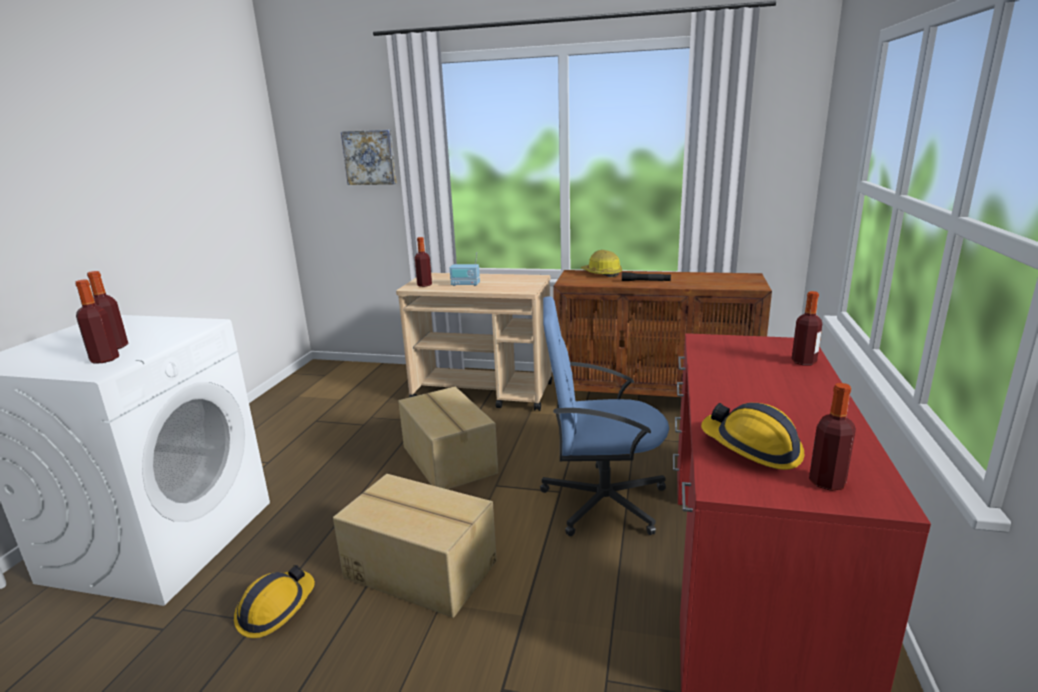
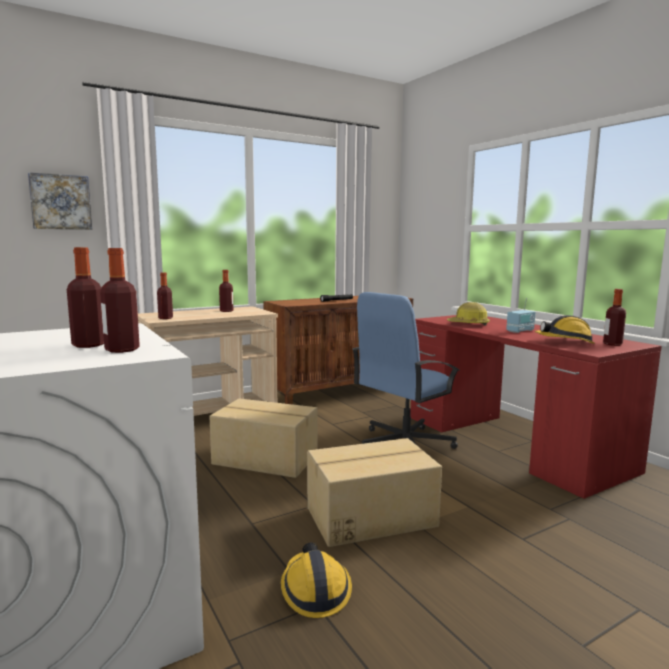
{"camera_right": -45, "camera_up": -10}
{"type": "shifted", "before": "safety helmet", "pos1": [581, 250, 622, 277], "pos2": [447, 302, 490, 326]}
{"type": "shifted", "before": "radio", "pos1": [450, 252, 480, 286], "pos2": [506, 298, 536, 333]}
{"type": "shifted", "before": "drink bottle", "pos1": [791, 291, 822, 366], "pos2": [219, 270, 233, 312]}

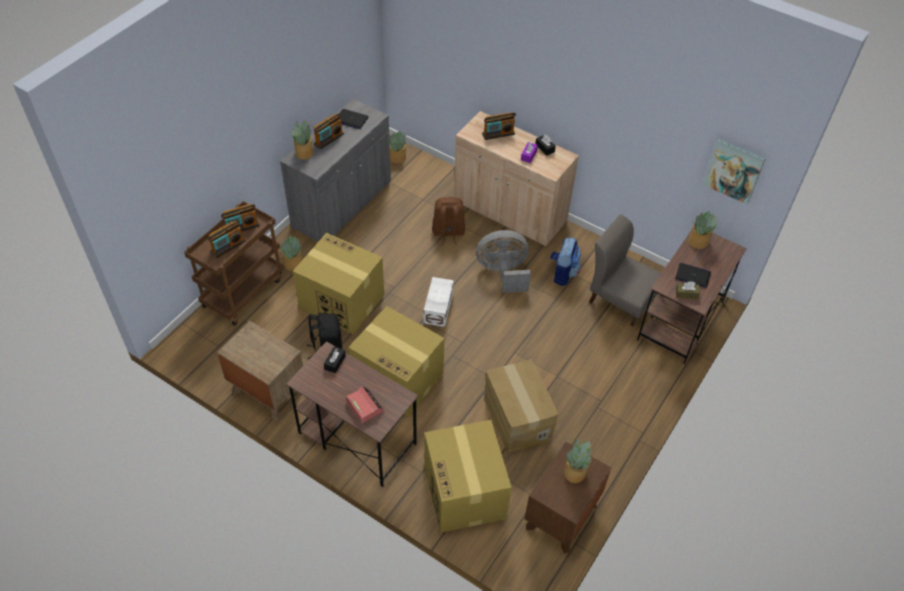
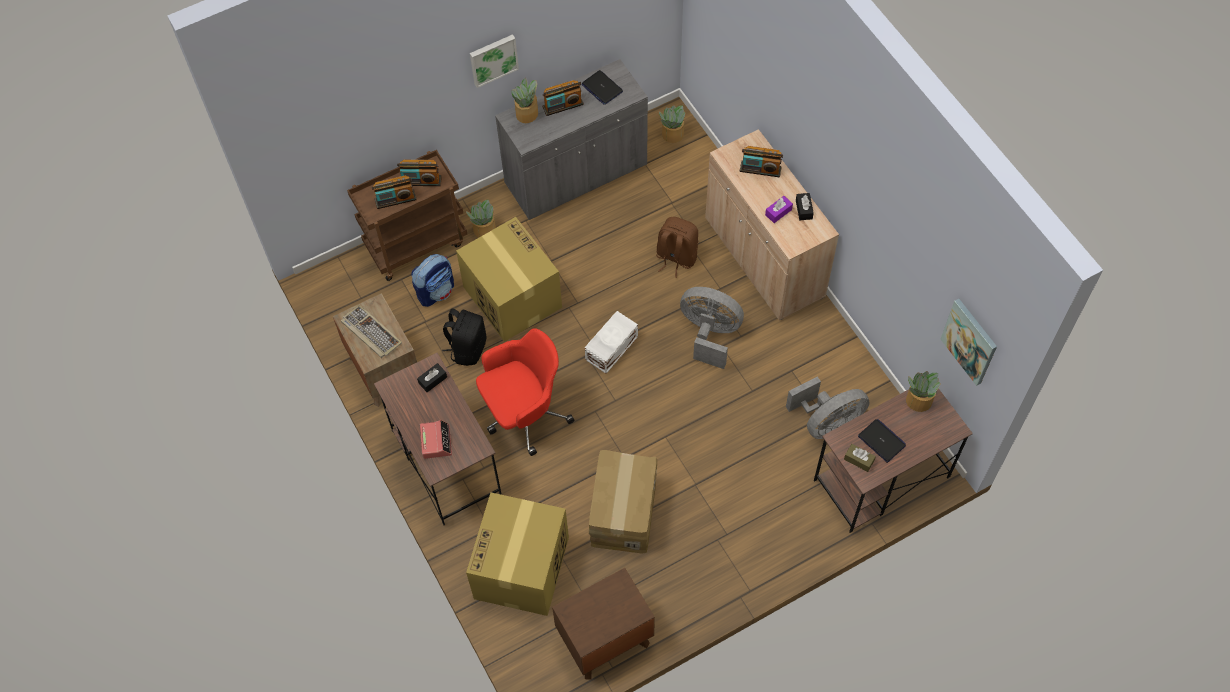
{"camera_right": 30, "camera_up": 10}
{"type": "swapped", "before": "grey plain chair", "after": "grey electric fan", "pos1": [589, 214, 661, 326], "pos2": [786, 376, 870, 439]}
{"type": "shifted", "before": "knapsack", "pos1": [550, 237, 581, 286], "pos2": [411, 254, 454, 307]}
{"type": "swapped", "before": "packing box", "after": "red-coloured desk chair", "pos1": [348, 306, 445, 416], "pos2": [476, 328, 575, 456]}
{"type": "gone", "before": "houseplant", "pos1": [564, 439, 591, 483]}
{"type": "new", "after": "picture", "pos2": [470, 34, 519, 88]}
{"type": "new", "after": "PC keyboard", "pos2": [341, 304, 402, 358]}

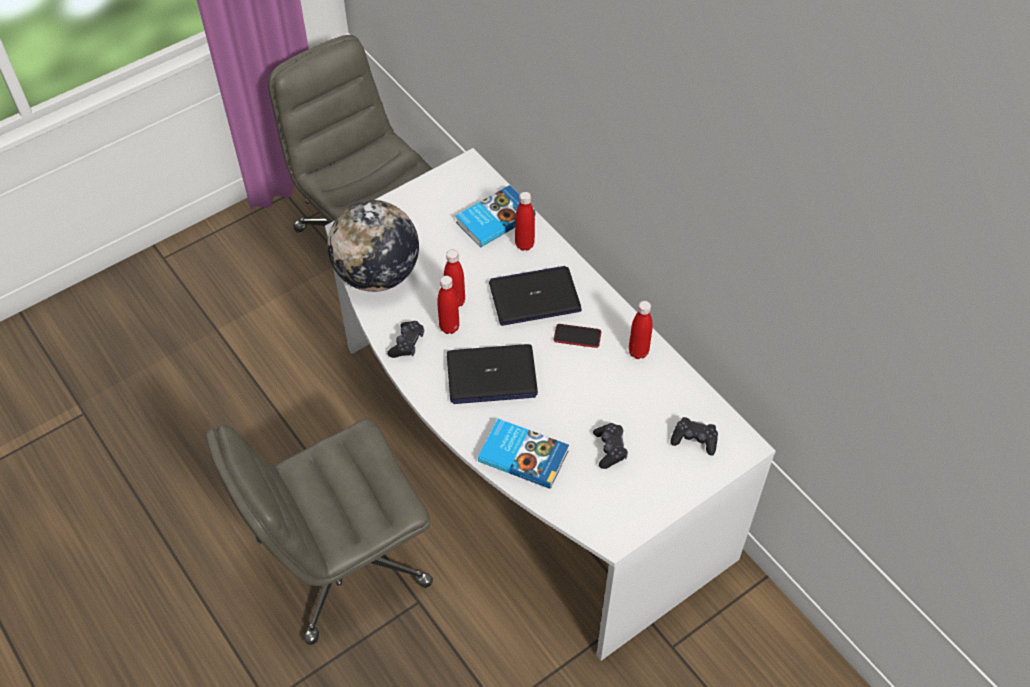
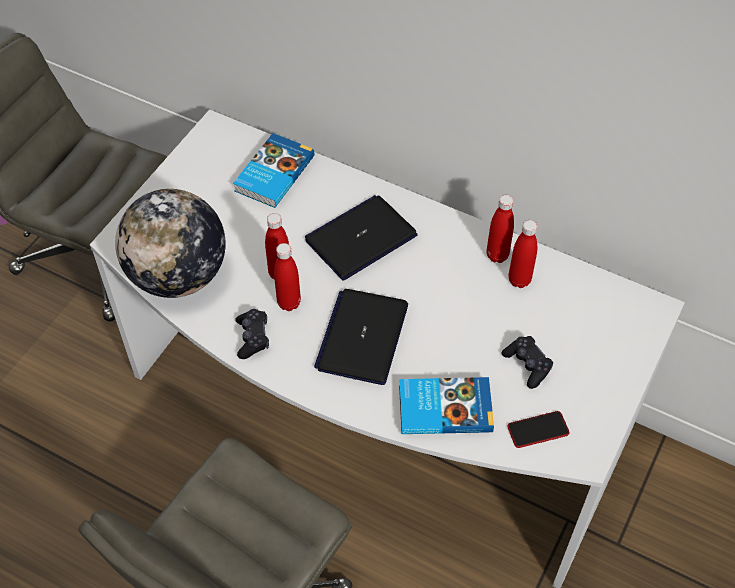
{"camera_right": -25, "camera_up": 0}
{"type": "shifted", "before": "red-coloured drink bottle", "pos1": [515, 192, 535, 251], "pos2": [508, 220, 537, 288]}
{"type": "shifted", "before": "handset", "pos1": [554, 324, 601, 348], "pos2": [507, 411, 569, 448]}
{"type": "rotated", "before": "portable computer", "pos1": [447, 344, 538, 404], "pos2": [314, 289, 408, 385], "turn": 135}
{"type": "gone", "before": "black joypad", "pos1": [671, 417, 718, 456]}

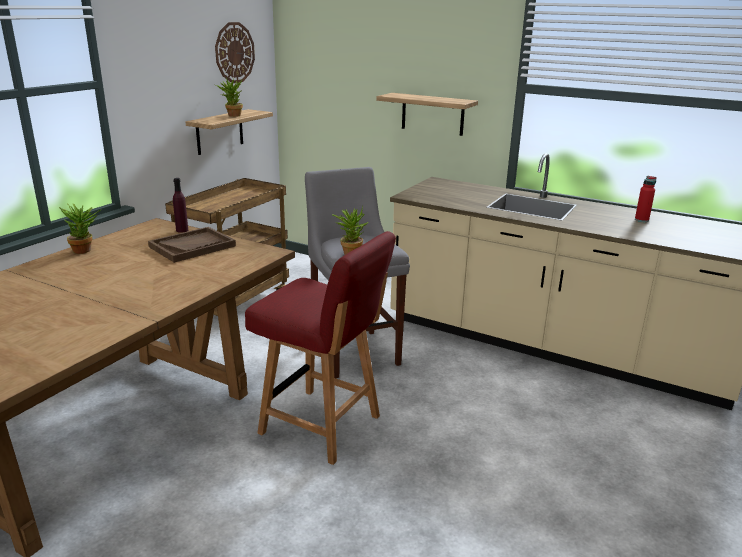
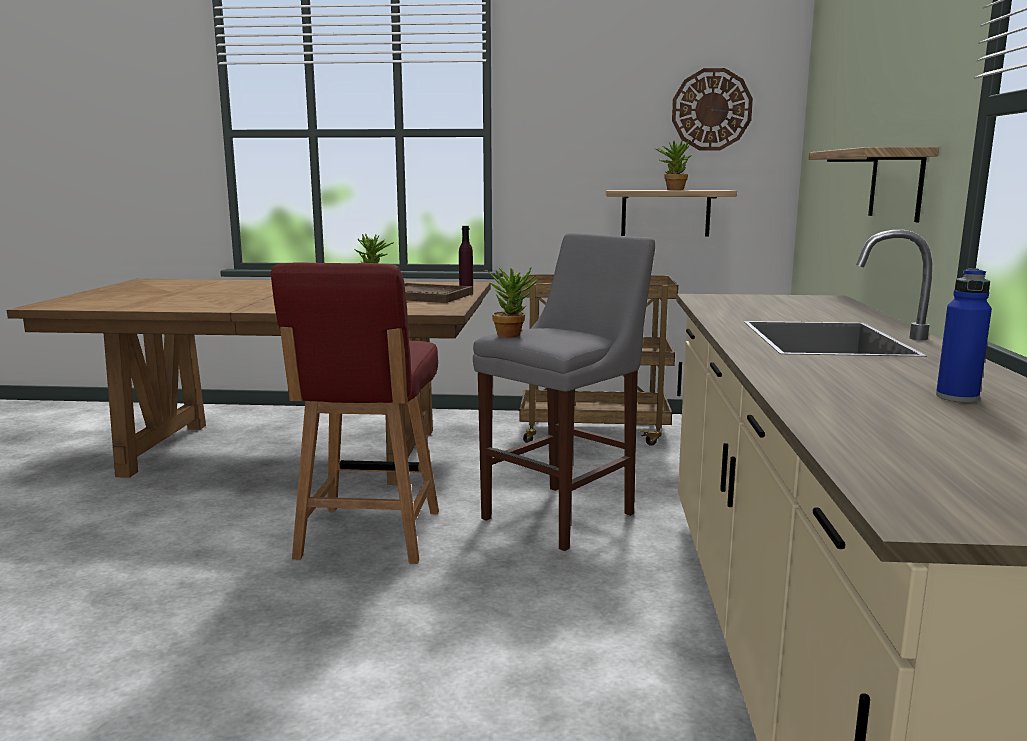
{"camera_right": 65, "camera_up": -10}
{"type": "repainted", "before": "red-coloured drink bottle", "after": "blue drink bottle", "pos1": [635, 176, 656, 222], "pos2": [936, 268, 992, 402]}

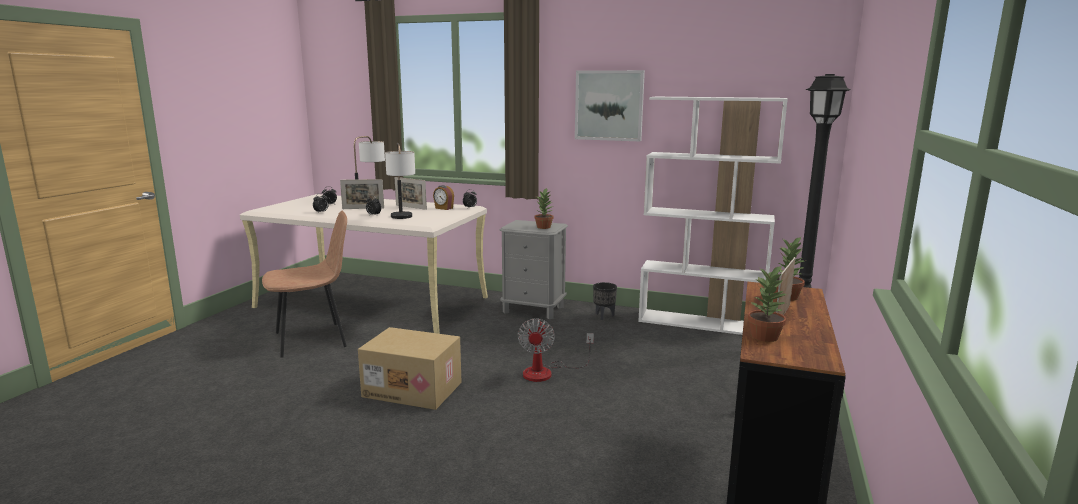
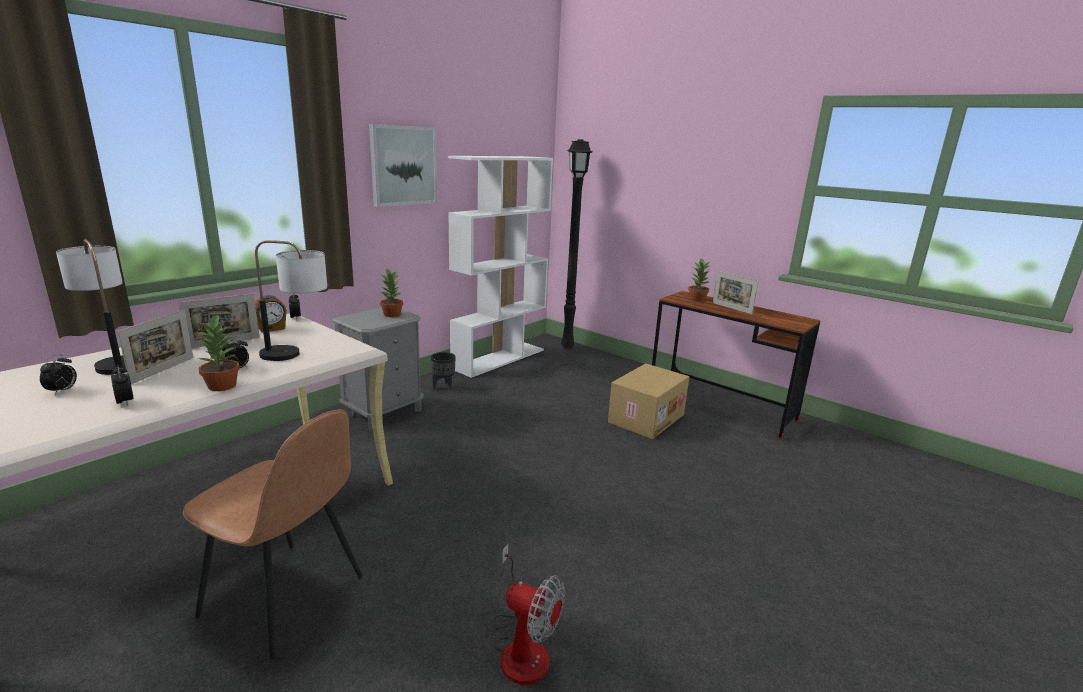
{"camera_right": -70, "camera_up": 5}
{"type": "rotated", "before": "brown plain chair", "pos1": [262, 211, 347, 358], "pos2": [183, 409, 363, 659], "turn": 120}
{"type": "shifted", "before": "houseplant", "pos1": [748, 266, 787, 342], "pos2": [195, 314, 240, 391]}
{"type": "shifted", "before": "electric fan", "pos1": [517, 318, 594, 382], "pos2": [492, 544, 565, 685]}
{"type": "shifted", "before": "packing box", "pos1": [358, 327, 461, 410], "pos2": [608, 363, 689, 439]}

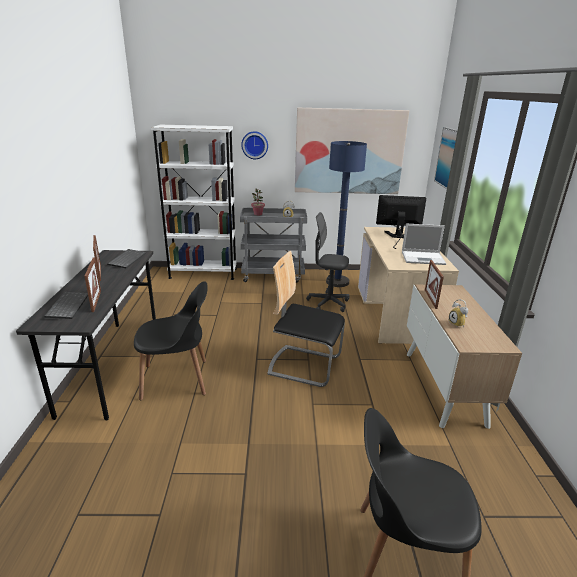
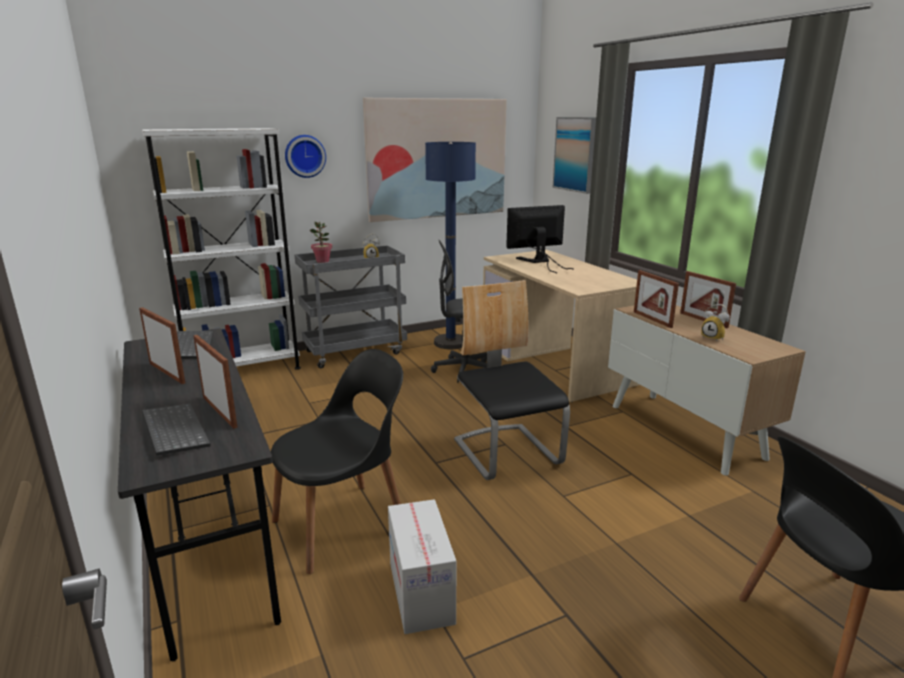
{"camera_right": -25, "camera_up": -5}
{"type": "gone", "before": "portable computer", "pos1": [402, 224, 446, 265]}
{"type": "rotated", "before": "plain chair", "pos1": [267, 251, 345, 387], "pos2": [454, 280, 570, 480], "turn": 75}
{"type": "new", "after": "standing frame", "pos2": [680, 271, 736, 328]}
{"type": "new", "after": "packing box", "pos2": [388, 499, 456, 634]}

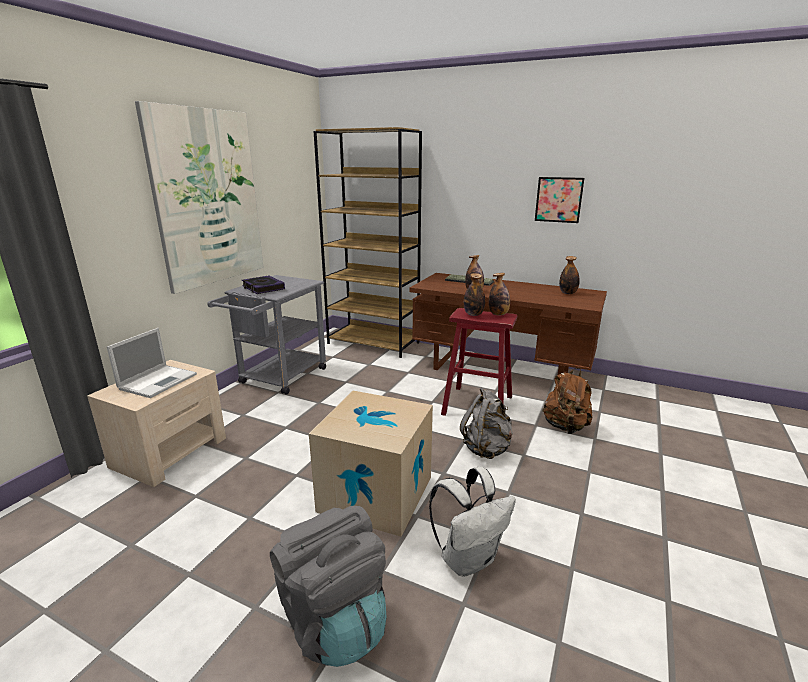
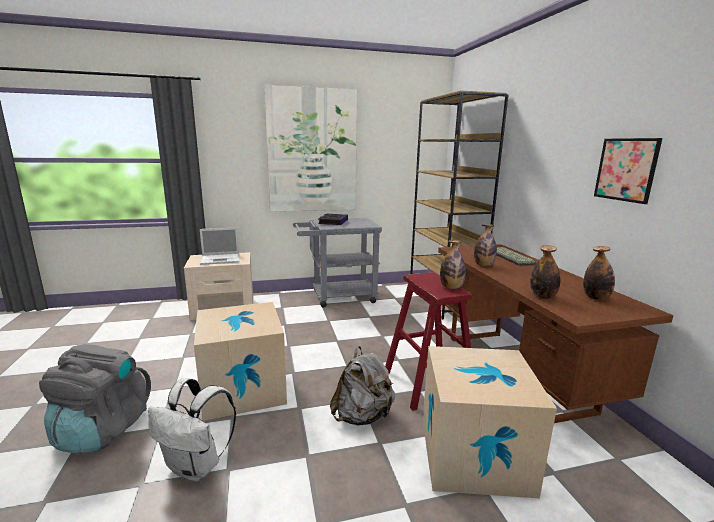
{"camera_right": 50, "camera_up": -5}
{"type": "shifted", "before": "drink bottle", "pos1": [464, 273, 485, 316], "pos2": [530, 245, 560, 299]}
{"type": "swapped", "before": "brown knapsack", "after": "packing box", "pos1": [543, 368, 592, 434], "pos2": [423, 346, 557, 499]}

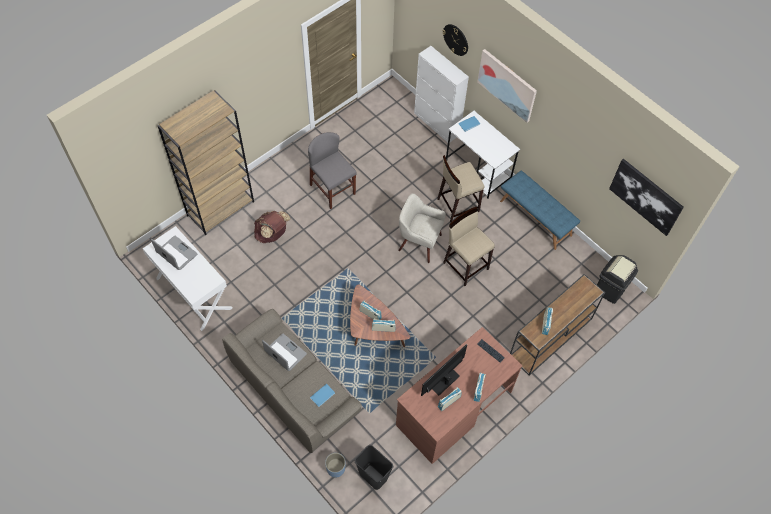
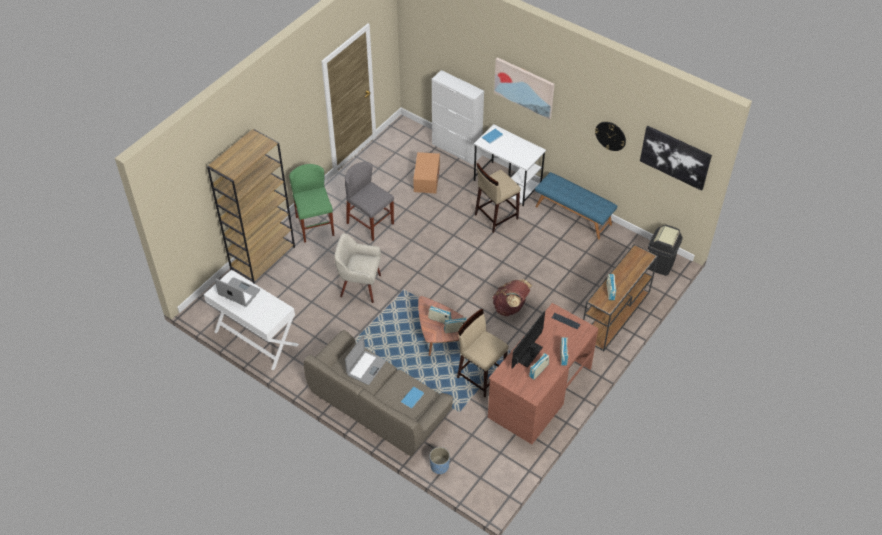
{"camera_right": -10, "camera_up": -10}
{"type": "shifted", "before": "clock on the wall", "pos1": [443, 24, 468, 56], "pos2": [595, 122, 626, 151]}
{"type": "shifted", "before": "beige-coloured easy chair", "pos1": [398, 193, 446, 263], "pos2": [334, 233, 381, 303]}
{"type": "shifted", "before": "beige-coloured stool seat", "pos1": [443, 207, 495, 286], "pos2": [457, 309, 508, 397]}
{"type": "shifted", "before": "brown knapsack", "pos1": [254, 211, 291, 243], "pos2": [493, 279, 532, 316]}
{"type": "rotated", "before": "portable computer", "pos1": [262, 333, 307, 371], "pos2": [345, 336, 386, 385], "turn": 90}
{"type": "gone", "before": "black rubbish bin", "pos1": [355, 445, 393, 490]}
{"type": "new", "after": "packing box", "pos2": [413, 152, 440, 193]}
{"type": "new", "after": "green-coloured plain chair", "pos2": [289, 164, 334, 243]}

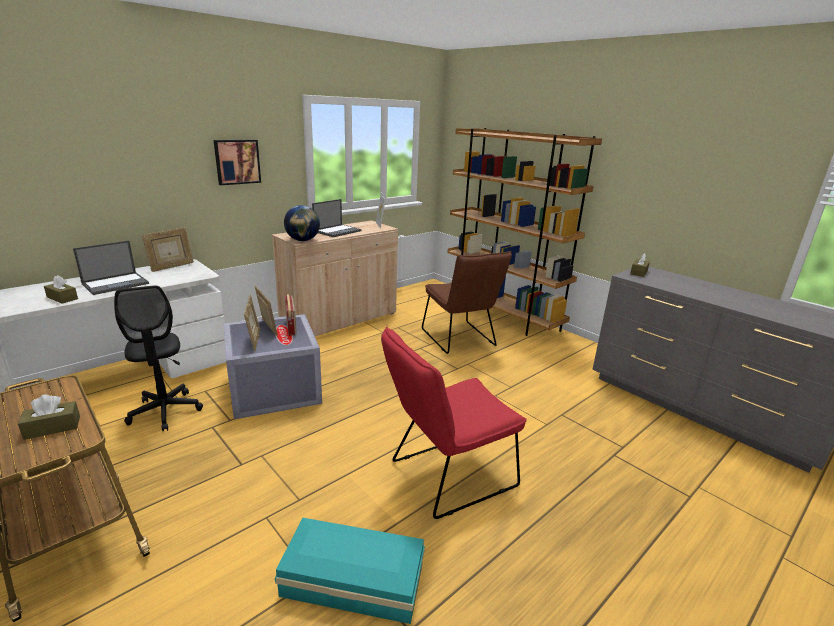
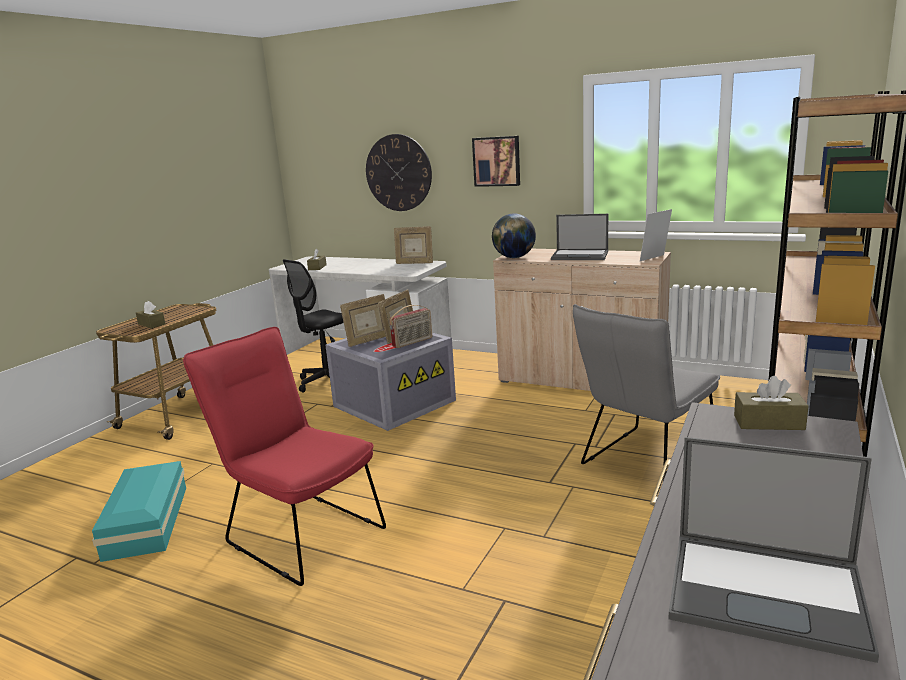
{"camera_right": 70, "camera_up": -5}
{"type": "shifted", "before": "portable computer", "pos1": [73, 241, 149, 295], "pos2": [668, 437, 879, 663]}
{"type": "repainted", "before": "brown plain chair", "after": "grey plain chair", "pos1": [422, 251, 512, 354], "pos2": [573, 304, 720, 480]}
{"type": "new", "after": "clock on the wall", "pos2": [366, 134, 432, 211]}

